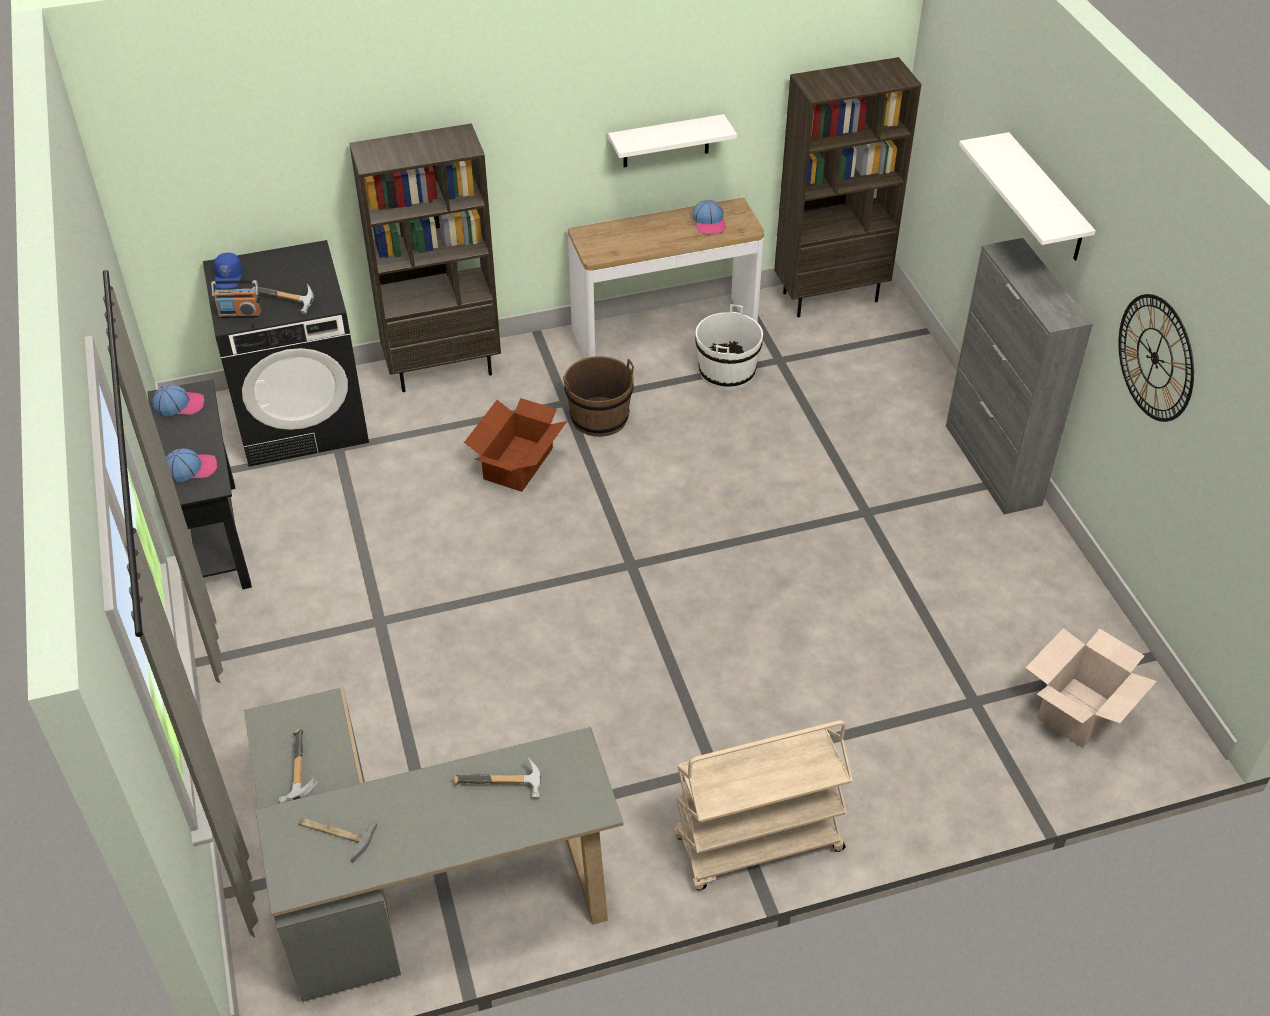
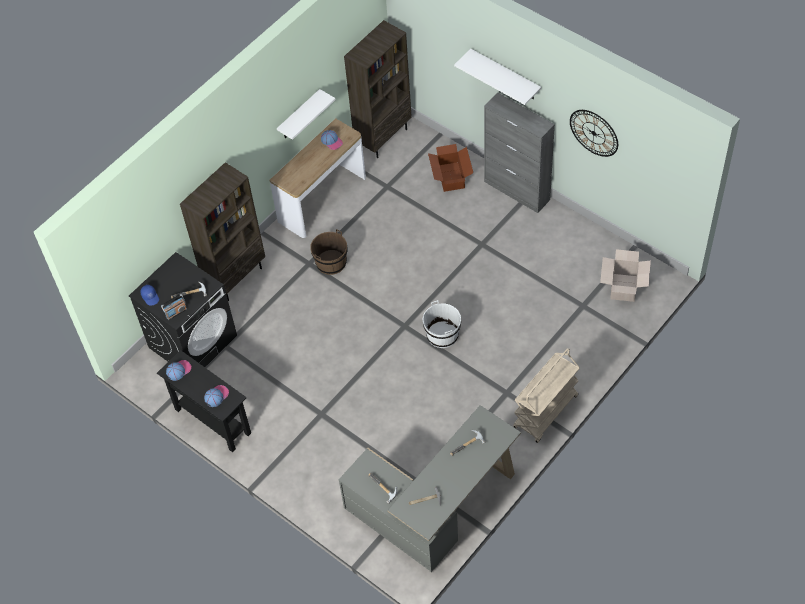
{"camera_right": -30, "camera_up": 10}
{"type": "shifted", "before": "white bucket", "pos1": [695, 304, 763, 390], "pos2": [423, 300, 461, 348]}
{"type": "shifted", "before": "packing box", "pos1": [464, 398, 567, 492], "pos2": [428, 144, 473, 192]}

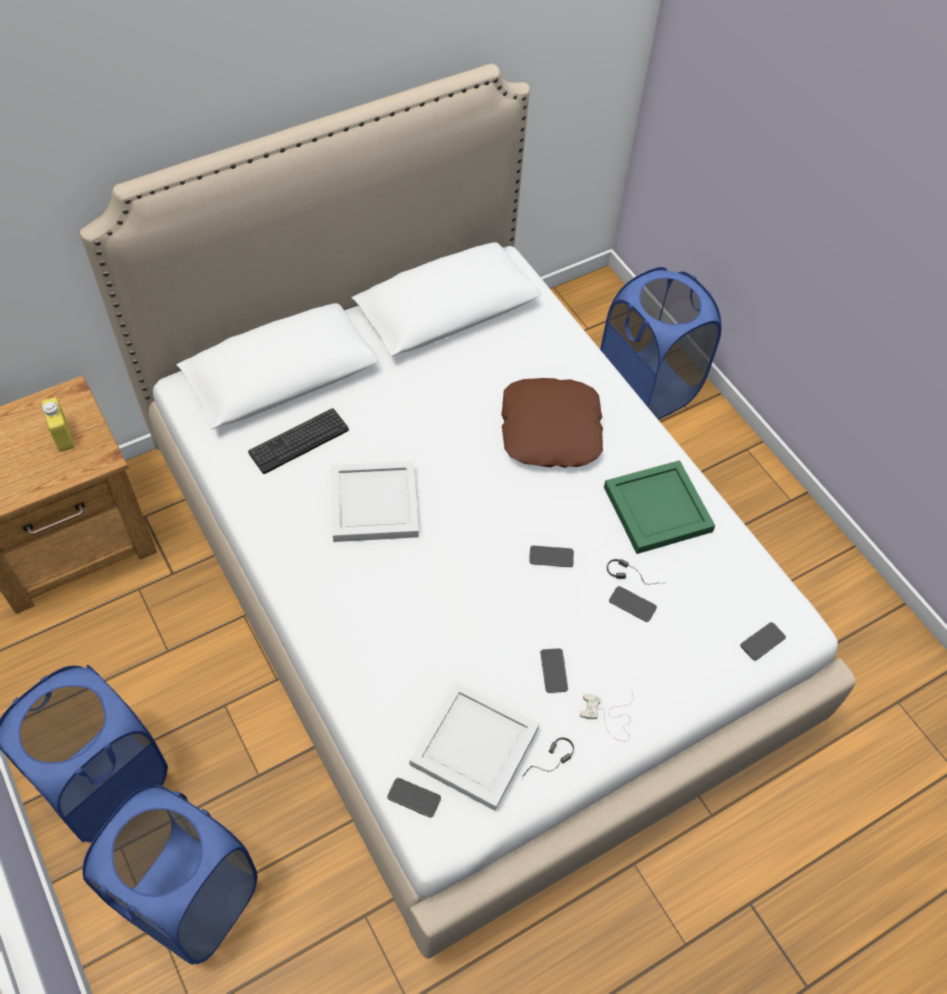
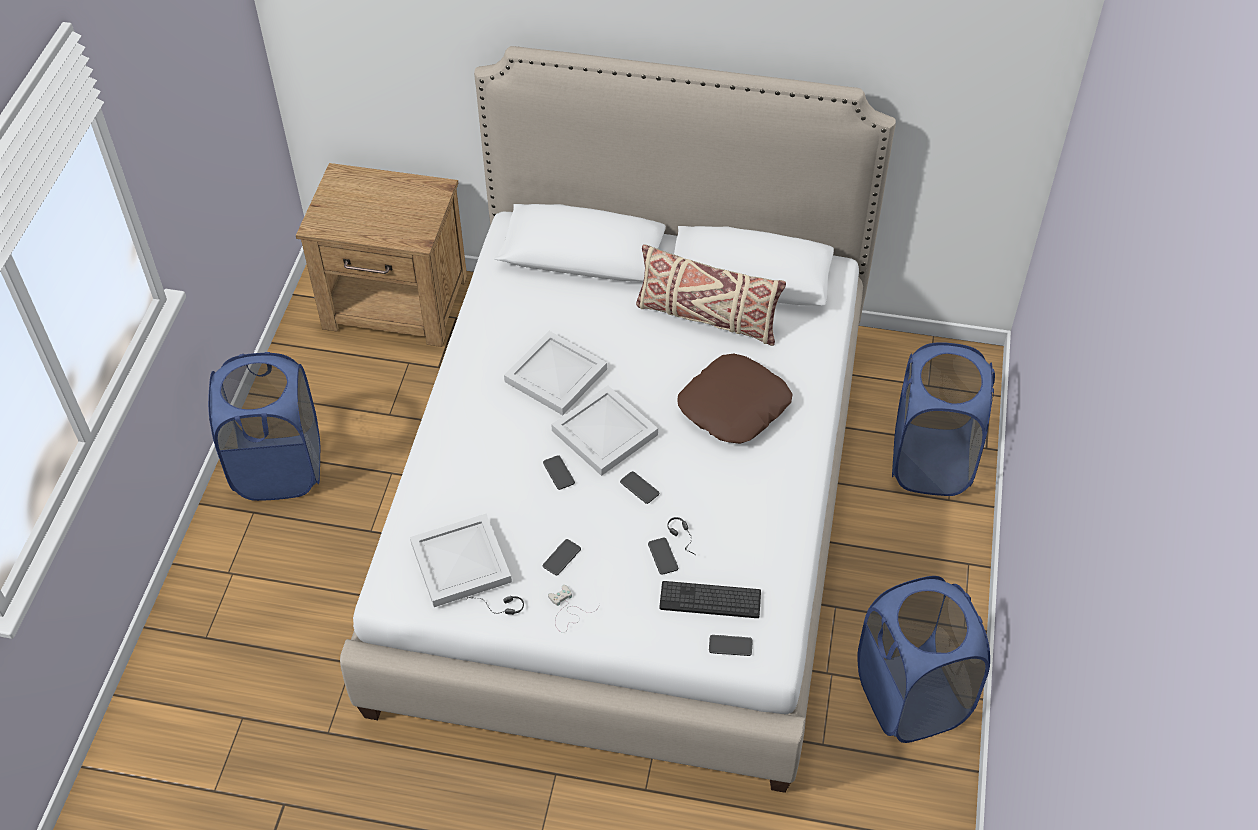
{"camera_right": 45, "camera_up": -5}
{"type": "gone", "before": "yellowish drink bottle", "pos1": [41, 397, 74, 452]}
{"type": "shifted", "before": "PC keyboard", "pos1": [248, 408, 349, 474], "pos2": [659, 581, 761, 618]}
{"type": "gone", "before": "green-coloured carrying tray", "pos1": [604, 460, 715, 554]}
{"type": "shifted", "before": "handset", "pos1": [387, 778, 441, 818], "pos2": [543, 455, 575, 490]}
{"type": "shifted", "before": "blue washing basket", "pos1": [83, 785, 258, 965], "pos2": [857, 576, 990, 743]}
{"type": "new", "after": "beige-coloured cushion", "pos2": [636, 244, 786, 346]}
{"type": "new", "after": "white carrying tray", "pos2": [551, 385, 658, 476]}

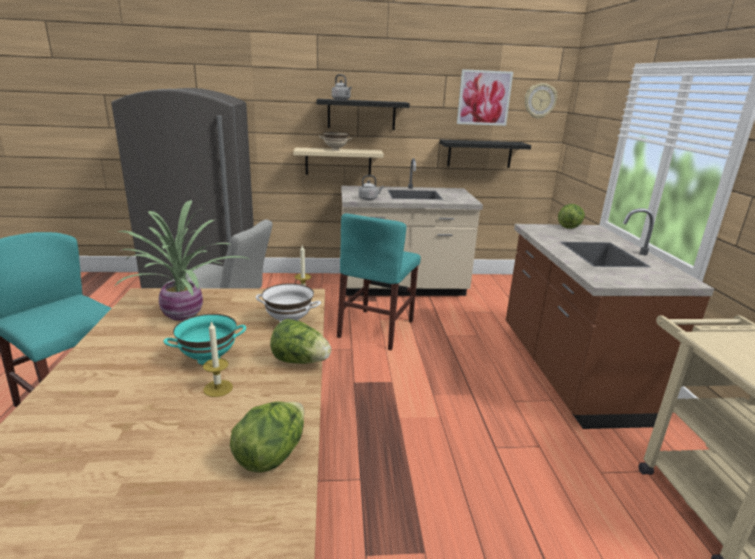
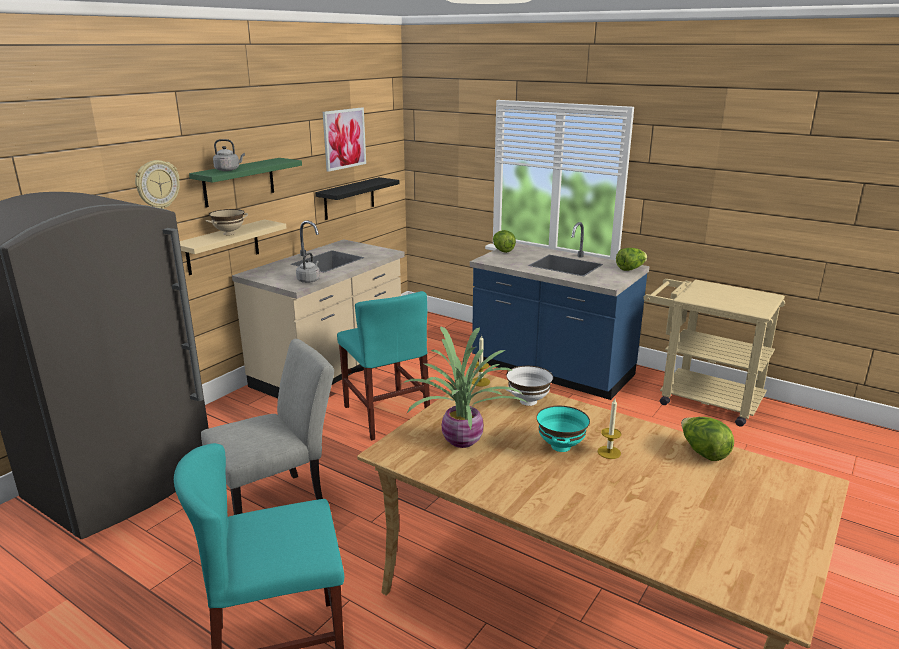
{"camera_right": -50, "camera_up": 0}
{"type": "shifted", "before": "clock on the wall", "pos1": [525, 83, 557, 119], "pos2": [135, 160, 180, 209]}
{"type": "repainted", "before": "black bracket shelf", "after": "green-coloured bracket shelf", "pos1": [317, 99, 410, 130], "pos2": [189, 158, 302, 208]}
{"type": "repainted", "before": "brown counter", "after": "blue counter", "pos1": [506, 208, 714, 429], "pos2": [470, 222, 649, 400]}
{"type": "shifted", "before": "lettuce", "pos1": [270, 319, 331, 364], "pos2": [616, 248, 648, 271]}

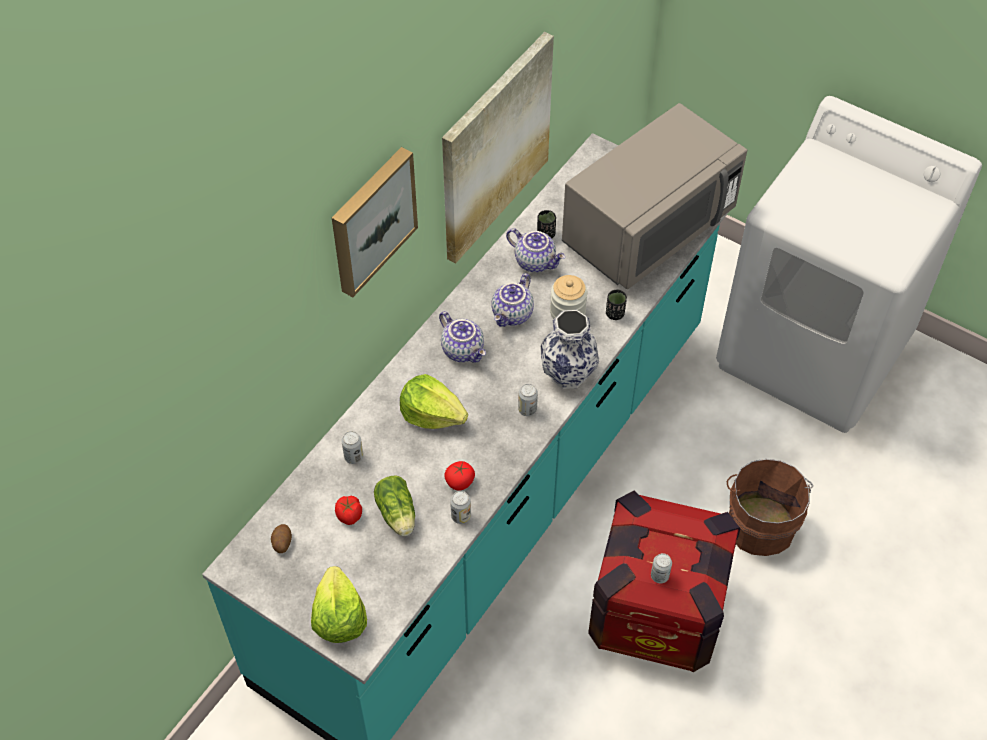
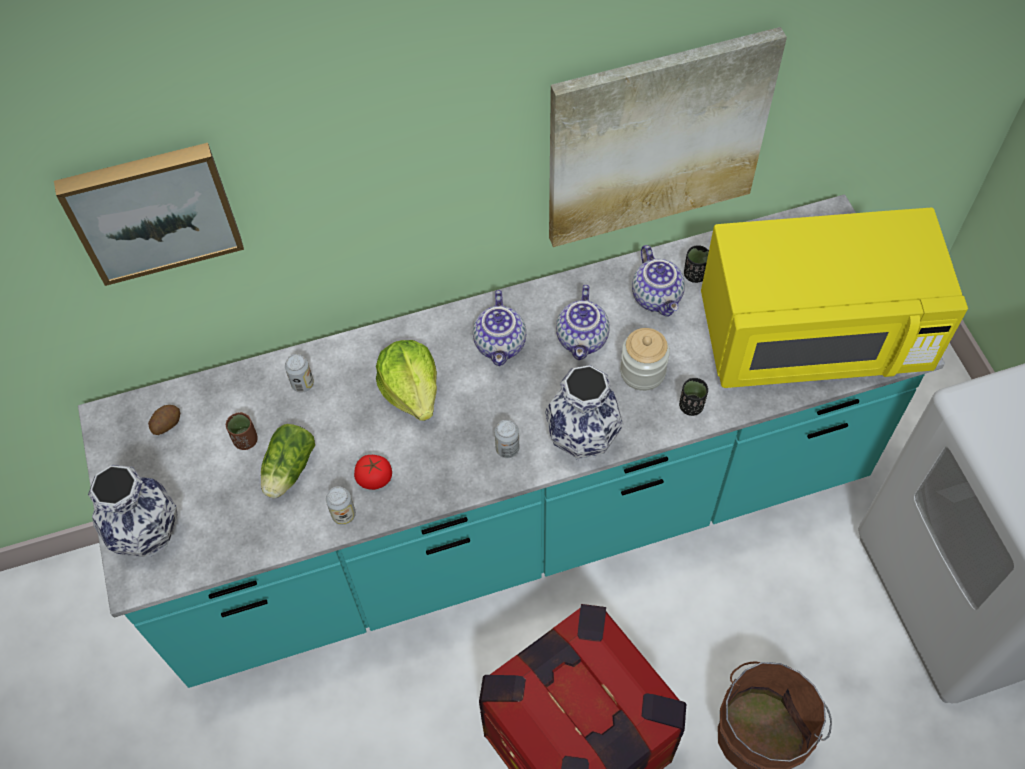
{"camera_right": 40, "camera_up": 5}
{"type": "repainted", "before": "grey microwave oven", "after": "yellowish microwave oven", "pos1": [562, 103, 747, 289], "pos2": [701, 208, 968, 388]}
{"type": "shifted", "before": "picture", "pos1": [332, 147, 418, 297], "pos2": [54, 143, 244, 286]}
{"type": "rotated", "before": "pot for tea", "pos1": [492, 273, 534, 327], "pos2": [556, 285, 610, 360], "turn": -60}
{"type": "swapped", "before": "fresh tomato", "after": "brown cup", "pos1": [335, 496, 362, 525], "pos2": [226, 412, 258, 450]}
{"type": "gone", "before": "metal can", "pos1": [651, 553, 672, 583]}
{"type": "swapped", "before": "lettuce", "after": "flower vase", "pos1": [311, 566, 367, 643], "pos2": [88, 465, 178, 557]}

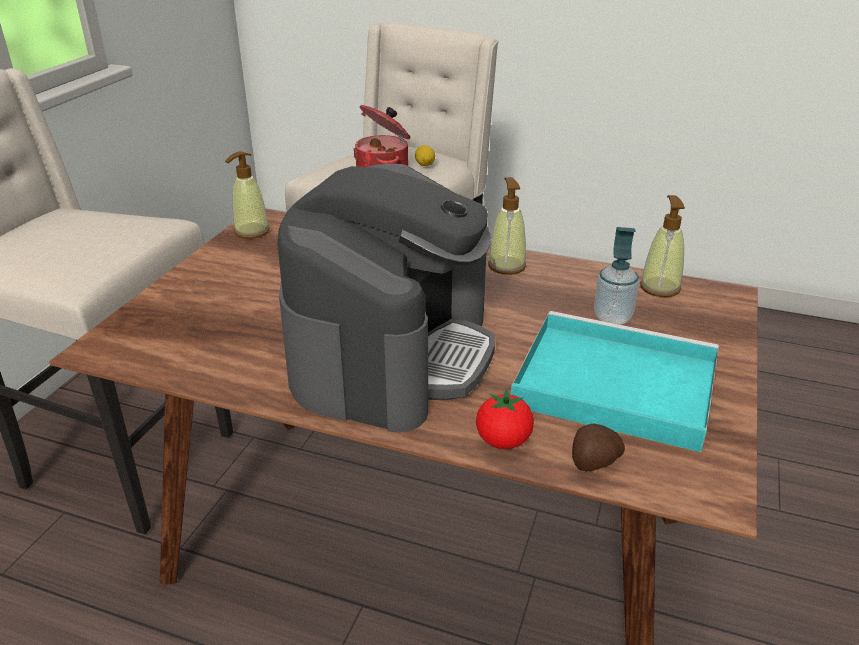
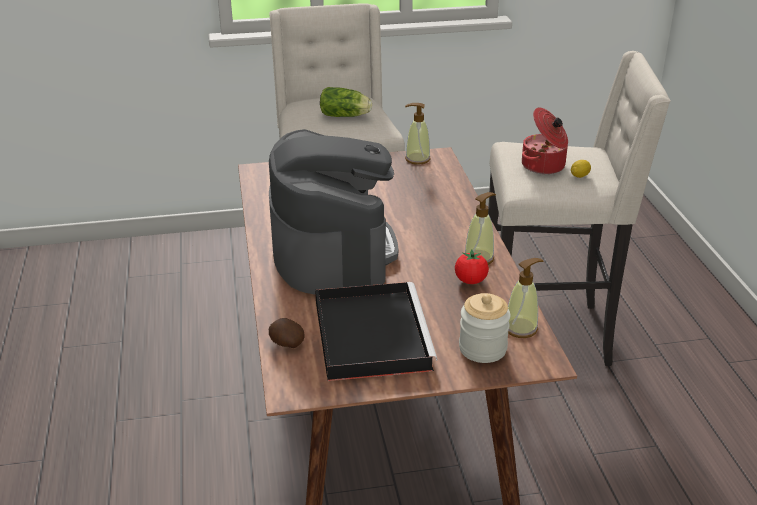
{"camera_right": 60, "camera_up": 0}
{"type": "rotated", "before": "coffee maker", "pos1": [277, 163, 495, 433], "pos2": [269, 129, 398, 294], "turn": -90}
{"type": "gone", "before": "liquid soap bottle", "pos1": [594, 227, 639, 325]}
{"type": "repainted", "before": "turquoise carrying tray", "after": "black carrying tray", "pos1": [511, 311, 719, 452], "pos2": [315, 282, 437, 381]}
{"type": "shifted", "before": "fresh tomato", "pos1": [476, 389, 534, 449], "pos2": [455, 249, 489, 284]}
{"type": "new", "after": "lettuce", "pos2": [320, 87, 372, 117]}
{"type": "new", "after": "preserve jar", "pos2": [459, 293, 511, 363]}

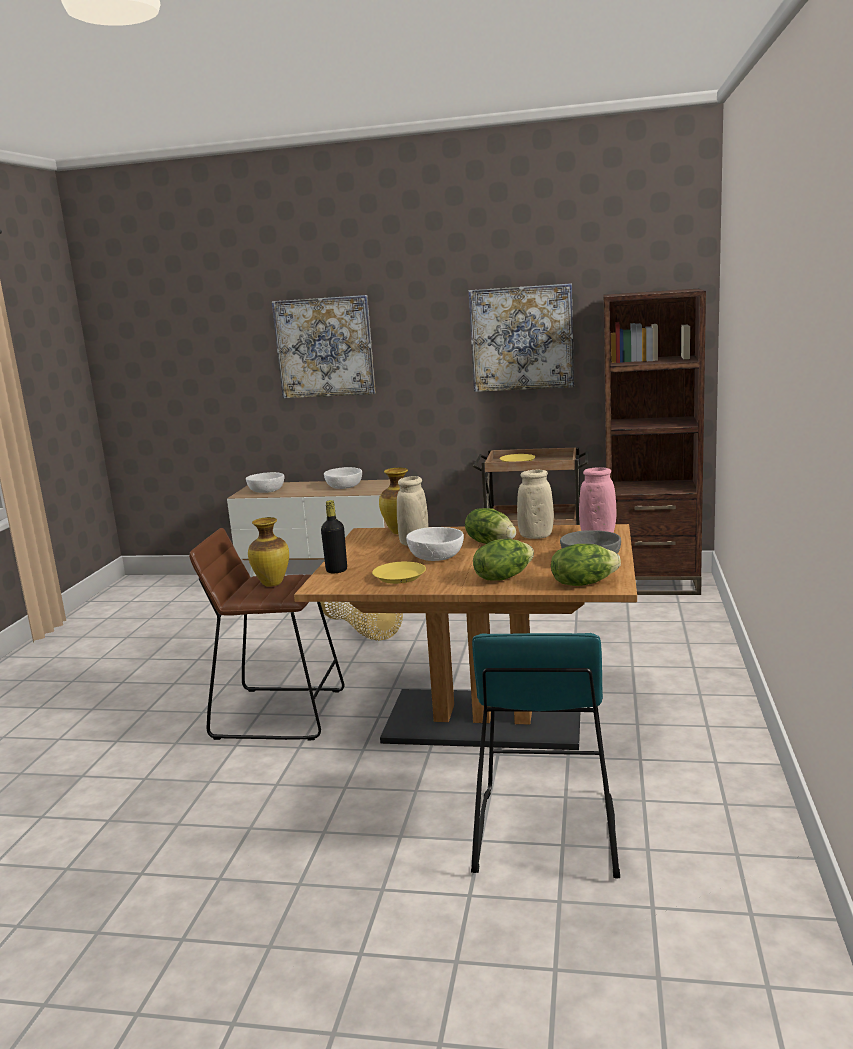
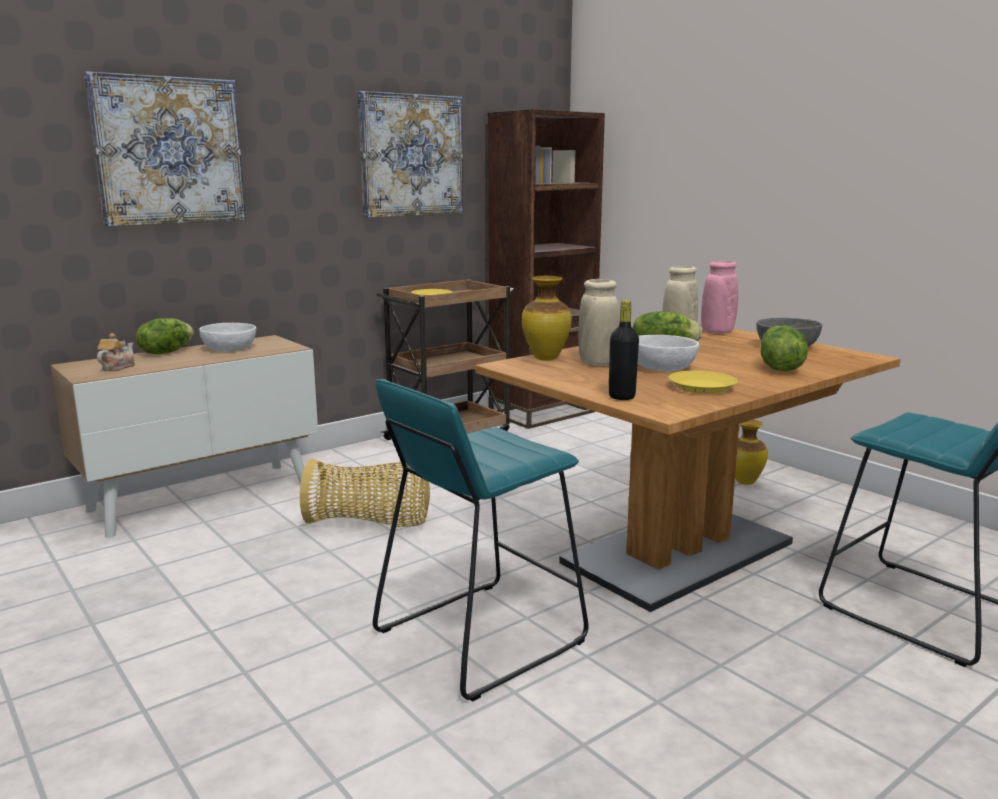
{"camera_right": -50, "camera_up": 0}
{"type": "swapped", "before": "white deep dish", "after": "pot for tea", "pos1": [246, 472, 284, 493], "pos2": [97, 333, 135, 371]}
{"type": "shifted", "before": "flower vase", "pos1": [248, 517, 289, 587], "pos2": [735, 420, 768, 485]}
{"type": "repainted", "before": "brown stool seat", "after": "turquoise stool seat", "pos1": [189, 528, 344, 741], "pos2": [373, 379, 589, 701]}
{"type": "shifted", "before": "lettuce", "pos1": [551, 544, 621, 586], "pos2": [136, 318, 194, 354]}

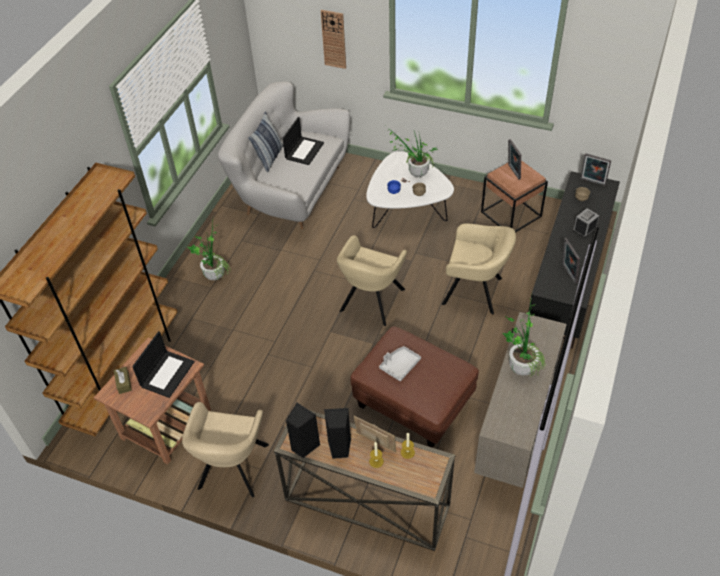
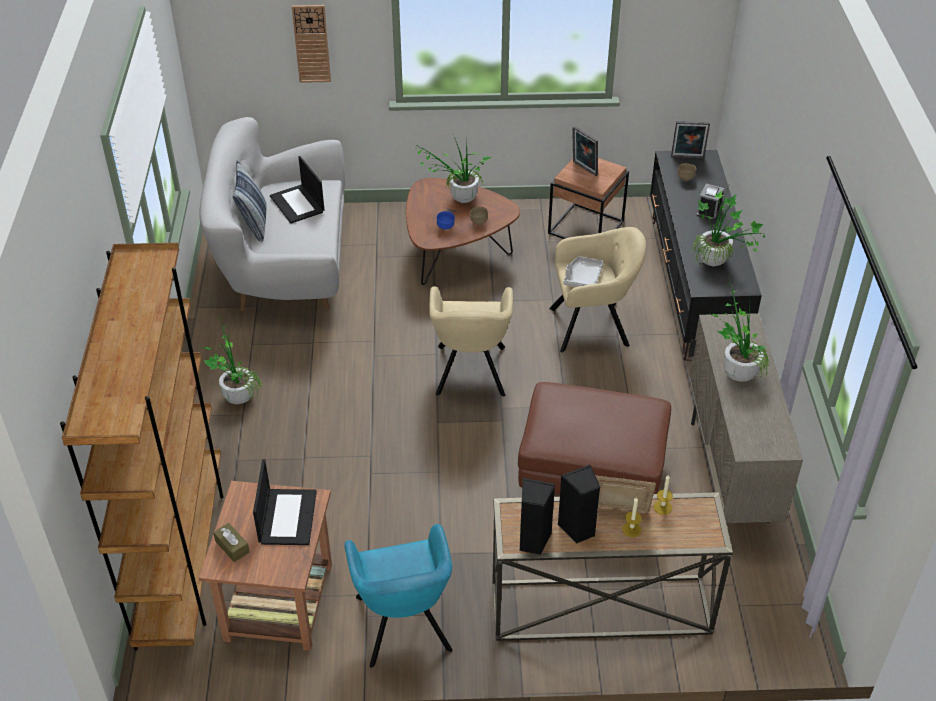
{"camera_right": -25, "camera_up": -5}
{"type": "rotated", "before": "portable computer", "pos1": [282, 117, 324, 165], "pos2": [270, 156, 324, 223], "turn": 150}
{"type": "repainted", "before": "white coffee table", "after": "brown coffee table", "pos1": [366, 151, 454, 228], "pos2": [406, 178, 520, 285]}
{"type": "swapped", "before": "standing frame", "after": "houseplant", "pos1": [562, 238, 580, 284], "pos2": [691, 186, 767, 267]}
{"type": "shifted", "before": "grey carrying tray", "pos1": [379, 346, 421, 381], "pos2": [563, 256, 603, 287]}
{"type": "repainted", "before": "beige-coloured easy chair", "after": "turquoise easy chair", "pos1": [182, 402, 269, 498], "pos2": [344, 524, 453, 668]}

